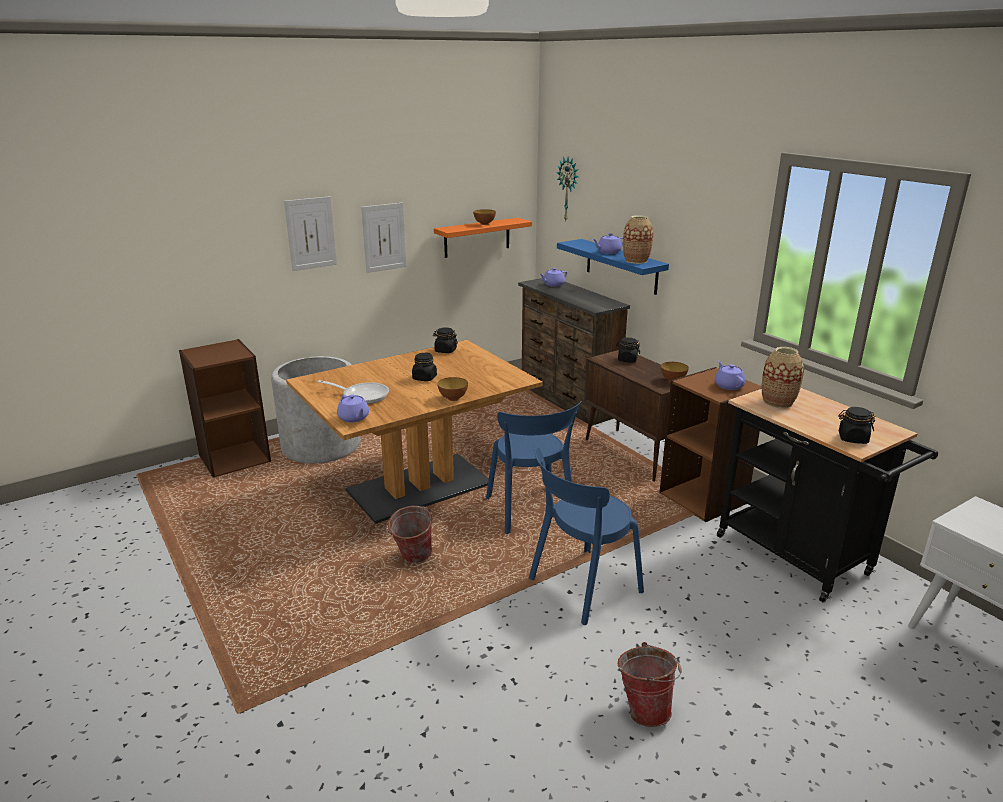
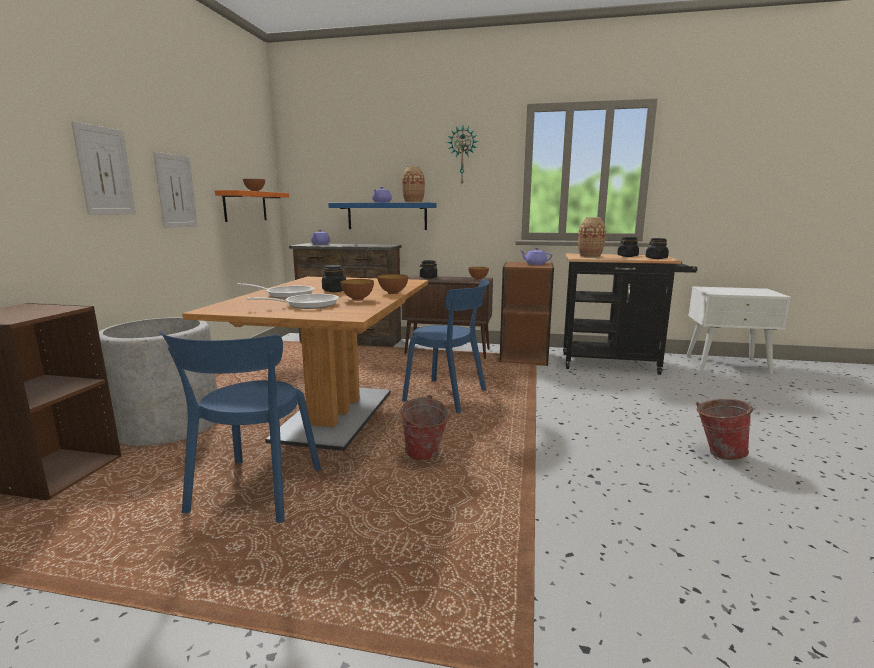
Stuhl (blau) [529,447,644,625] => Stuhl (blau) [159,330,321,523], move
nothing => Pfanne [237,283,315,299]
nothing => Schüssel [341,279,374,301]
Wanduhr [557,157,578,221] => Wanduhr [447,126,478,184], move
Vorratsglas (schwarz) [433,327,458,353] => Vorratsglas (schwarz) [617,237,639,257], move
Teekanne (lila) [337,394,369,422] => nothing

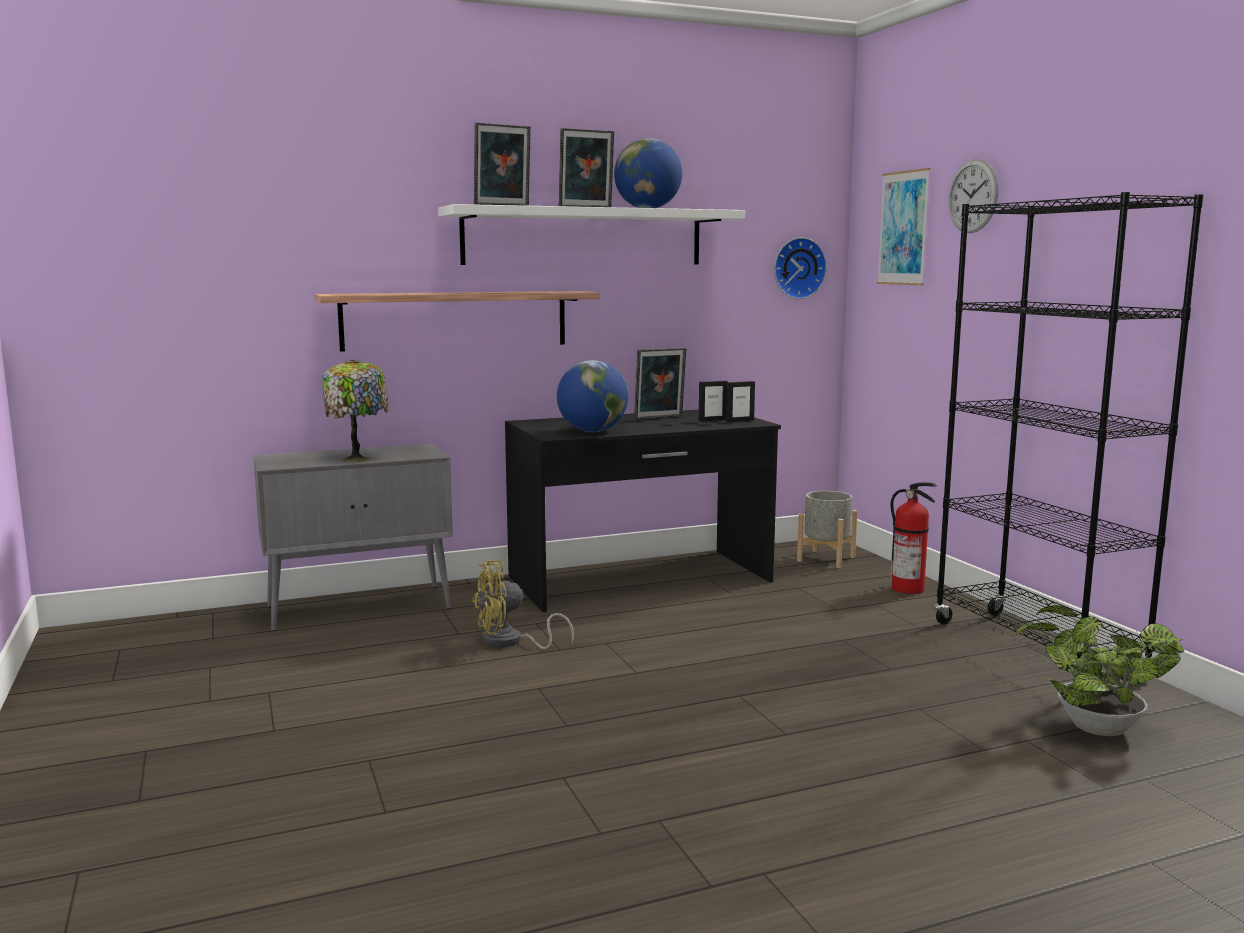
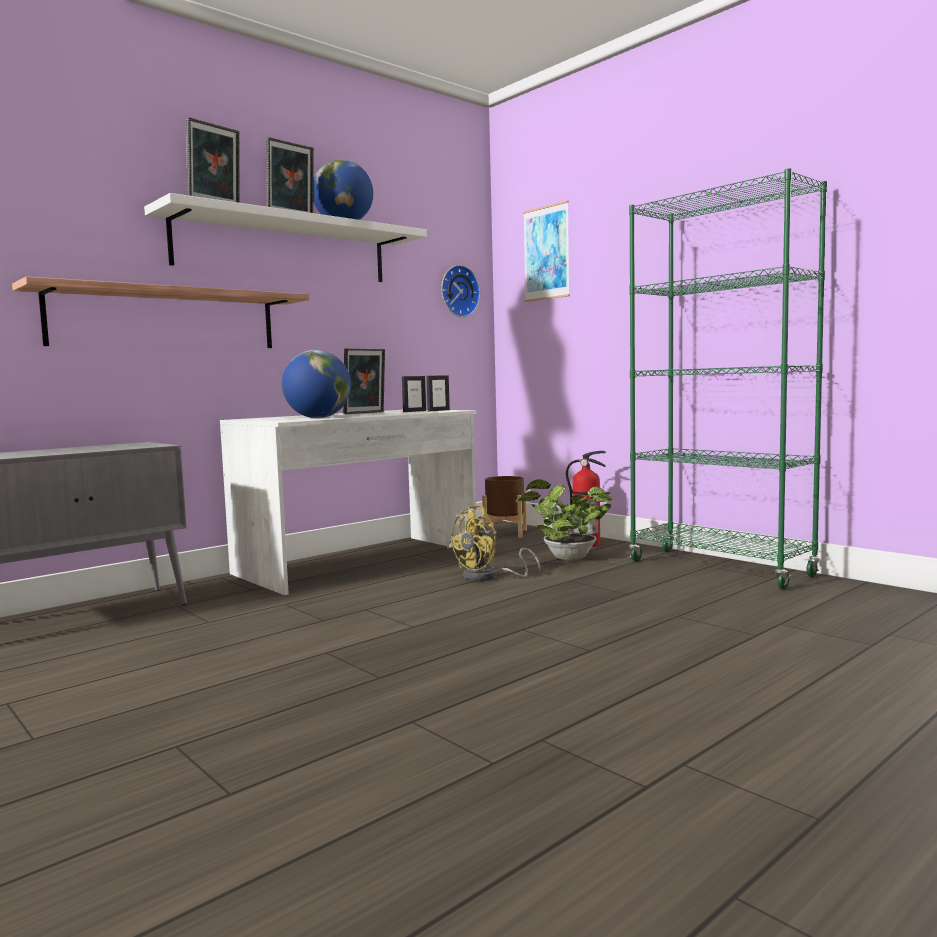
Schreibtisch (schwarz) [505,410,781,612] => Schreibtisch (weiß) [220,410,476,595]
Ventilator (gelb) [472,560,574,650] => Ventilator (gelb) [447,506,540,581], move
Pflanzkübel (grau) [797,491,857,568] => Pflanzkübel (braun) [482,476,527,538]
Topfpflanze [1016,605,1184,736] => Topfpflanze [515,479,613,561], move
Bücherregal (schwarz) [934,192,1204,668] => Bücherregal (grün) [629,168,827,589]
Tischlampe [322,360,389,462] => nothing
Wanduhr [948,159,998,233] => nothing

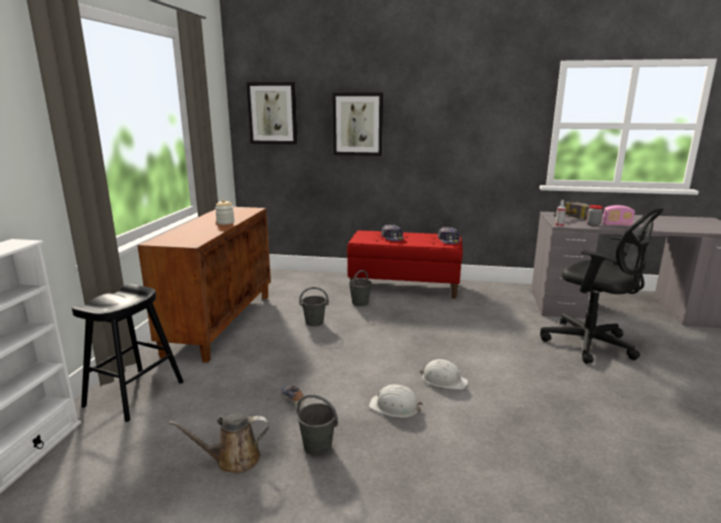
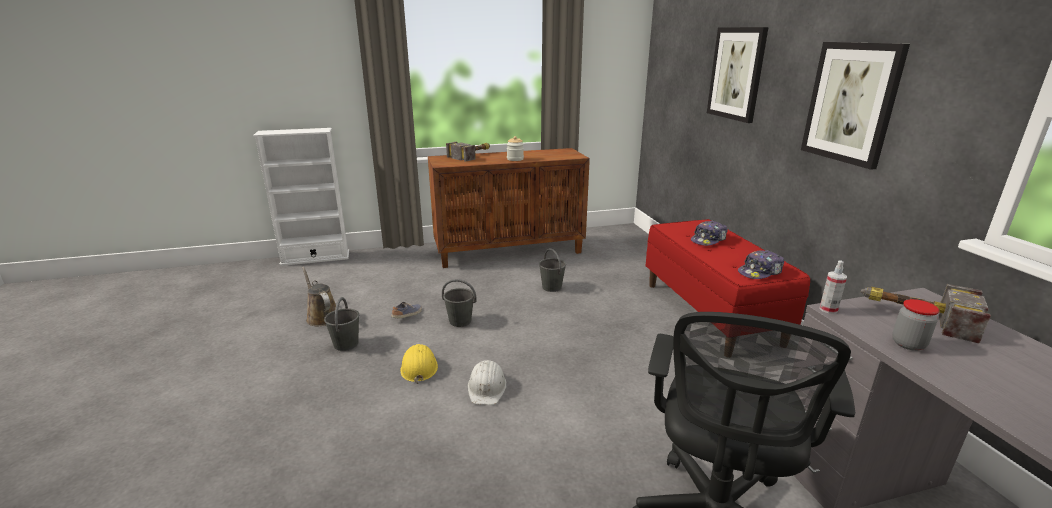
Schutzhelm (weiß) [369,384,423,418] => Schutzhelm (gelb) [400,344,438,384]
Eimer (grau) [349,270,372,306] => Eimer (grau) [442,279,477,327], move
nothing => Hammer [446,142,490,162]
Bild [246,82,297,144] => Bild [801,42,910,170], move
Hocker (schwarz) [72,284,184,422] => nothing
Radio [602,205,635,226] => nothing

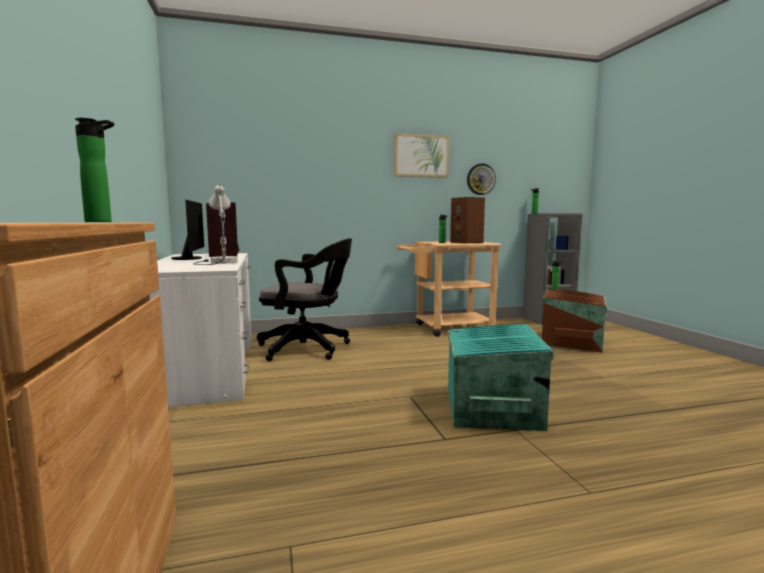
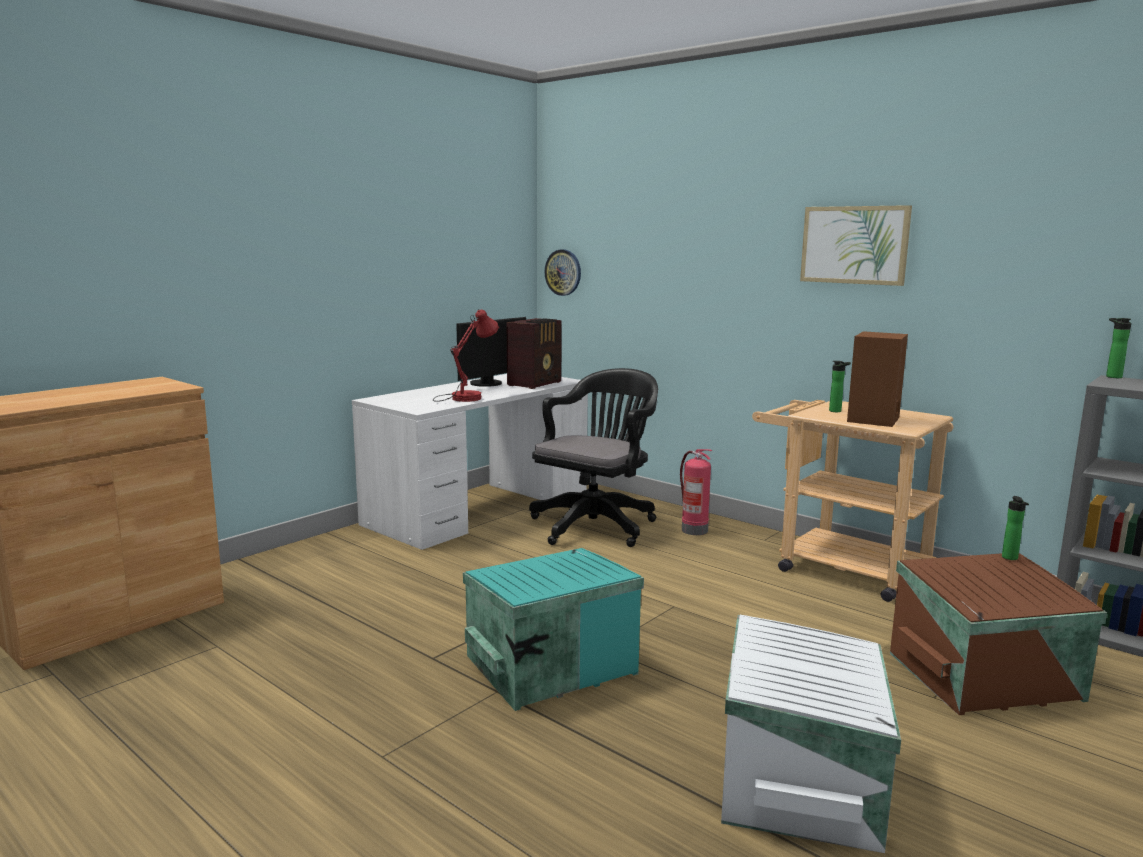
Tischlampe (weiß) [193,184,238,265] => Tischlampe (rot) [433,309,499,402]
Bürostuhl (schwarz) [257,238,352,361] => Bürostuhl (schwarz) [529,368,658,547], 120 degrees counterclockwise
Wanduhr [467,163,496,195] => Wanduhr [545,250,581,296], move
nothing => Feuerlöscher [680,449,712,535]
nothing => Aufbewahrungsbox (weiß) [721,615,901,853]
Flasche [75,118,114,222] => nothing

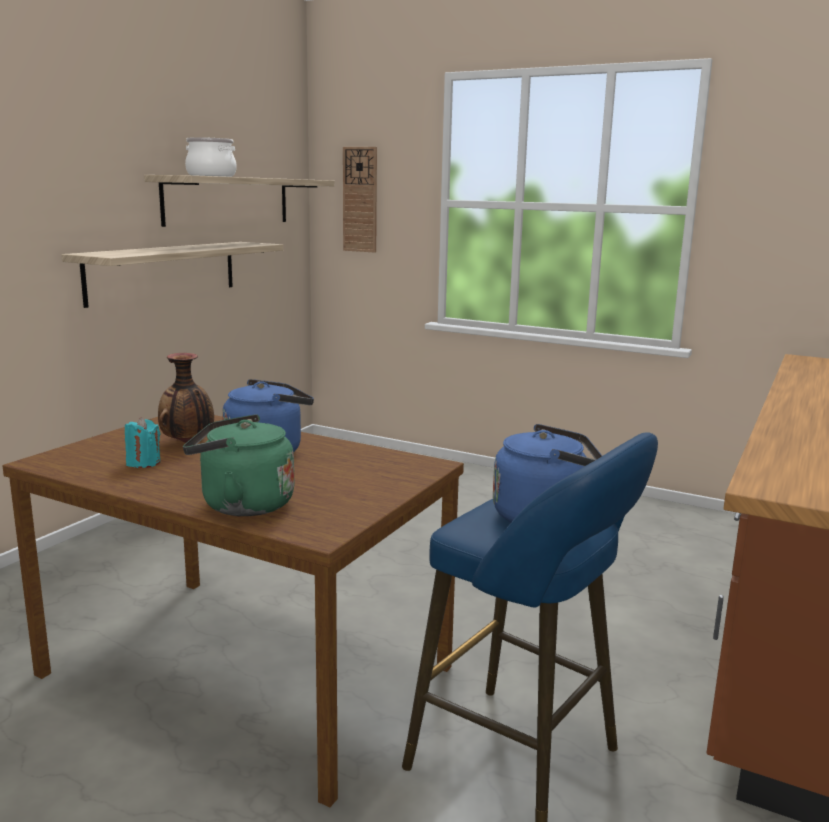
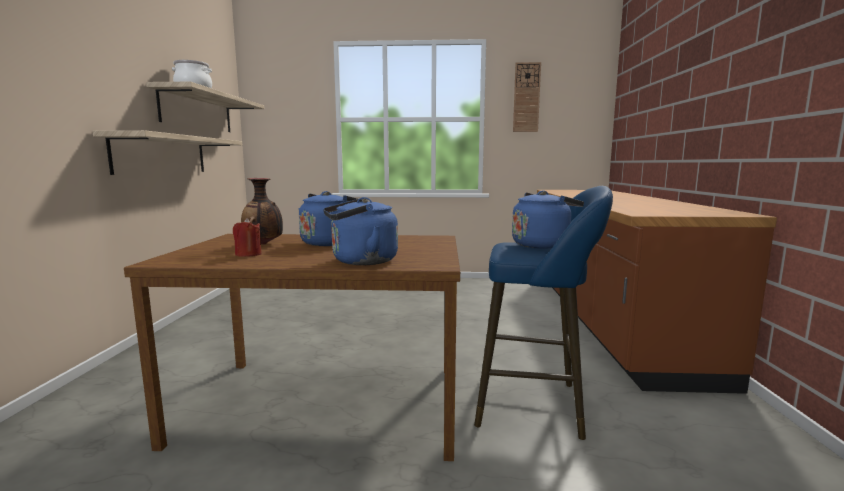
Kerze (türkis) [125,417,160,468] => Kerze (rot) [233,218,262,257]
Wasserkessel (grün) [183,414,295,516] => Wasserkessel (blau) [323,197,398,265]
Wanduhr [343,147,377,253] => Wanduhr [513,62,541,132], move

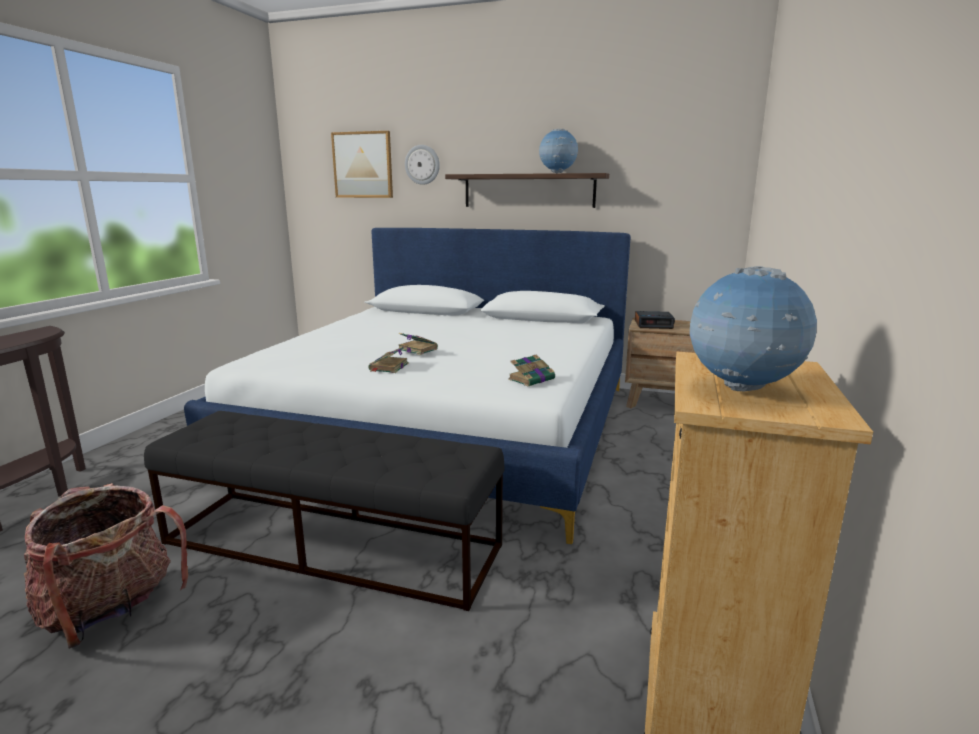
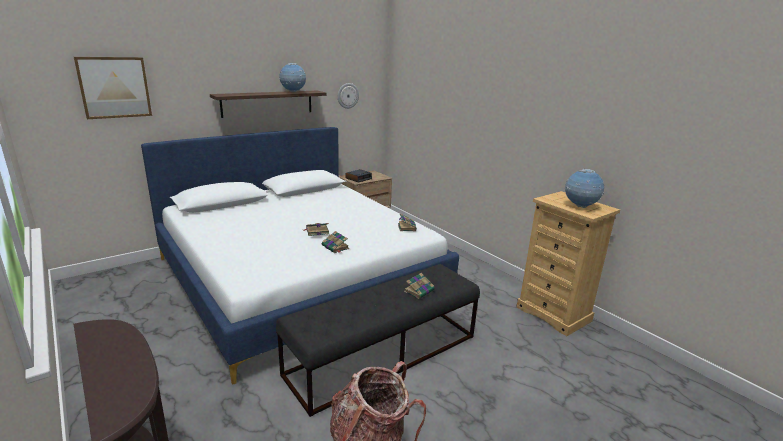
Wanduhr [405,145,440,185] => Wanduhr [338,83,359,109], move
nothing => Buch [404,273,435,299]

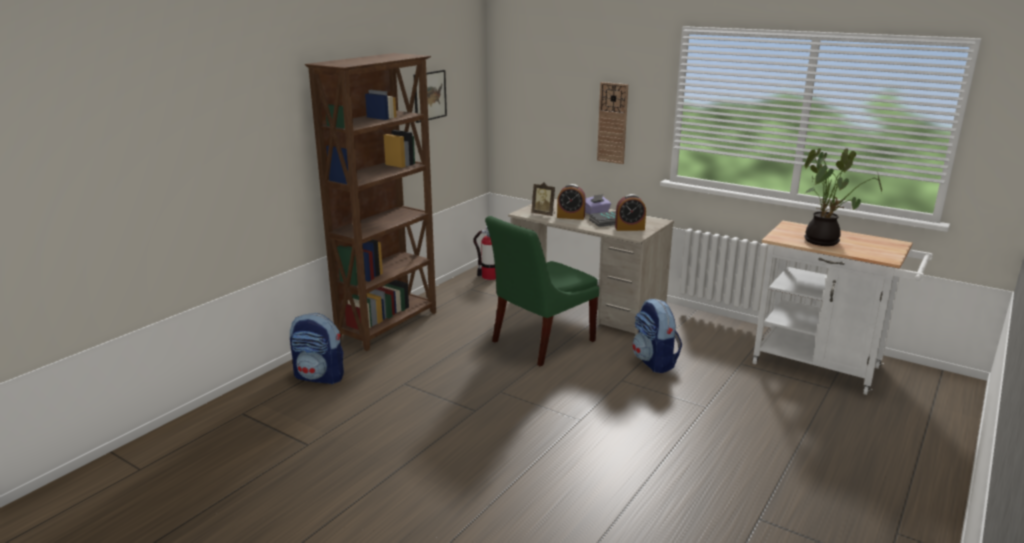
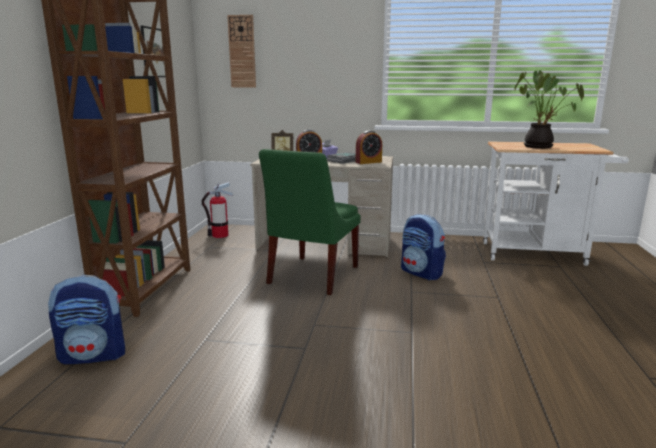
Wanduhr [597,82,628,164] => Wanduhr [227,15,256,87], move

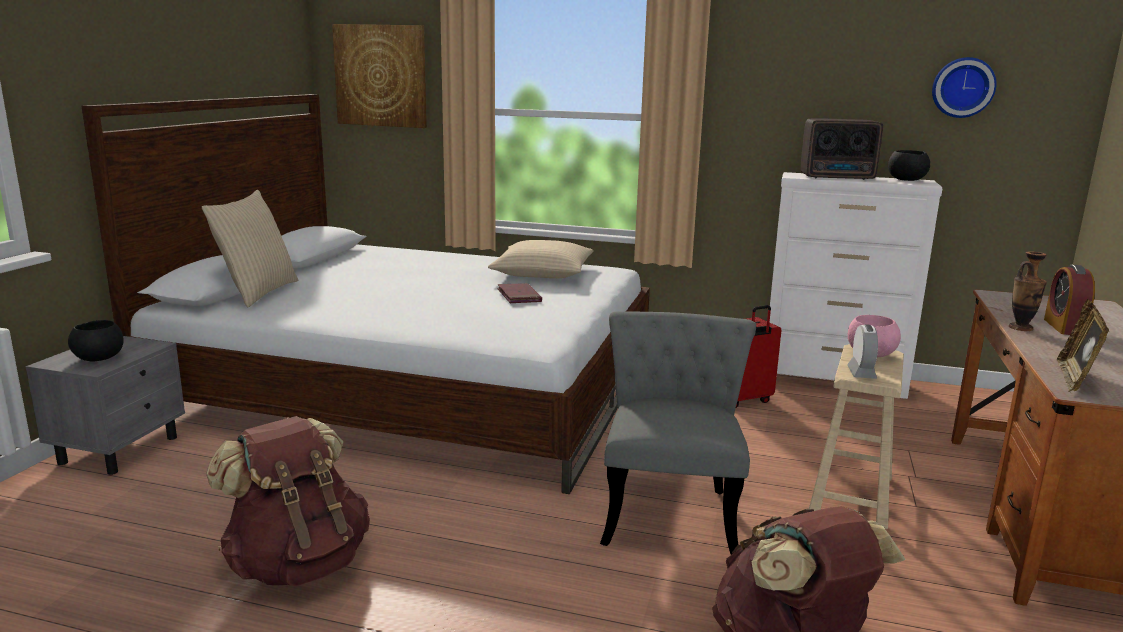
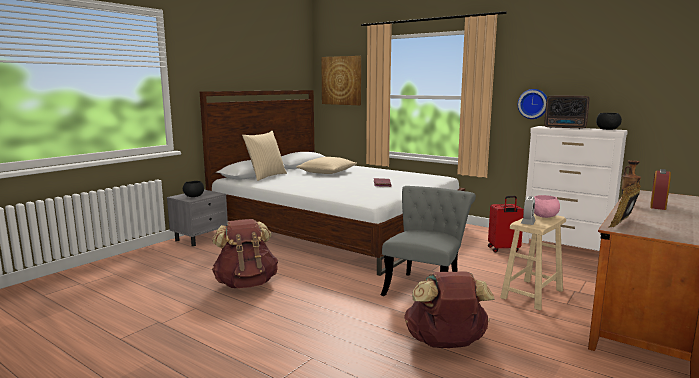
Kissen (beige) [488,240,593,278] => Kissen (beige) [297,157,357,174], move
Wanduhr [932,57,997,118] => Wanduhr [518,89,547,119], move

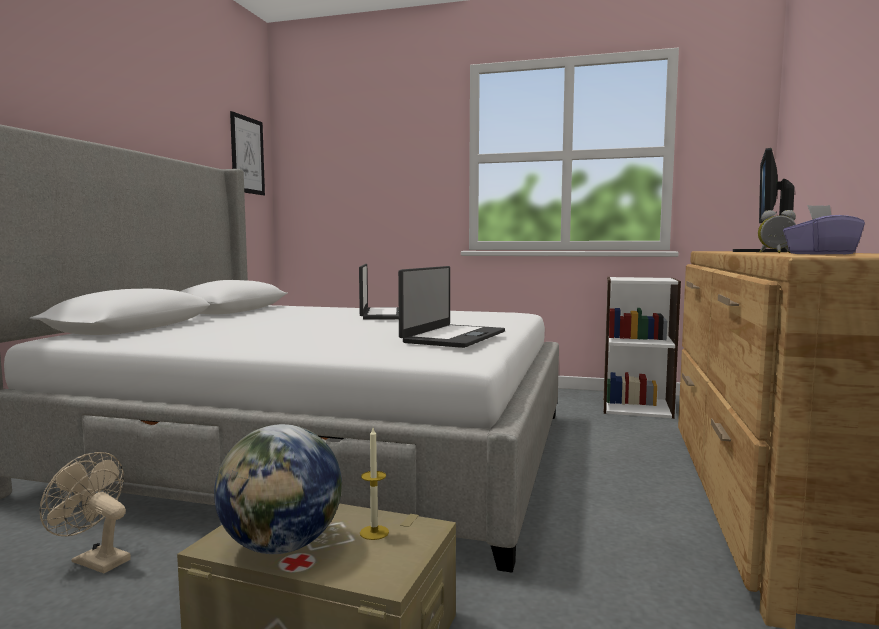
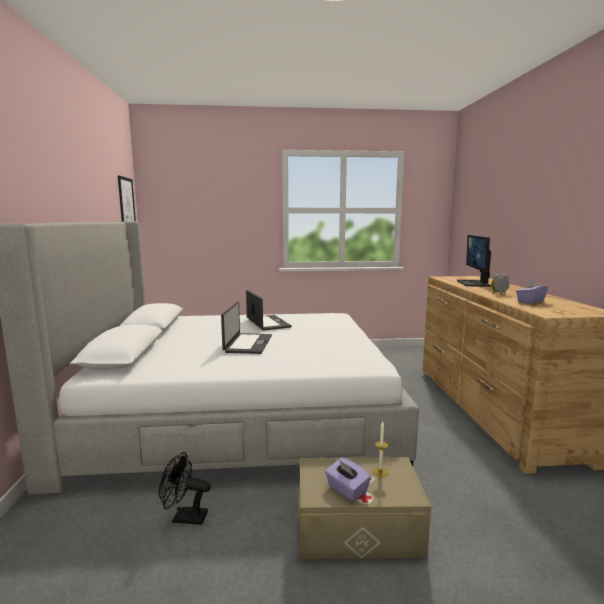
Ventilator (beige) [39,452,131,574] => Ventilator (schwarz) [159,452,211,525]
Laptop [398,266,505,348] => Laptop [221,302,272,354], move
Globus [214,424,342,554] => Taschentuchbox (lila) [325,458,371,502]
Bücherregal (weiß) [603,277,681,419] => nothing

